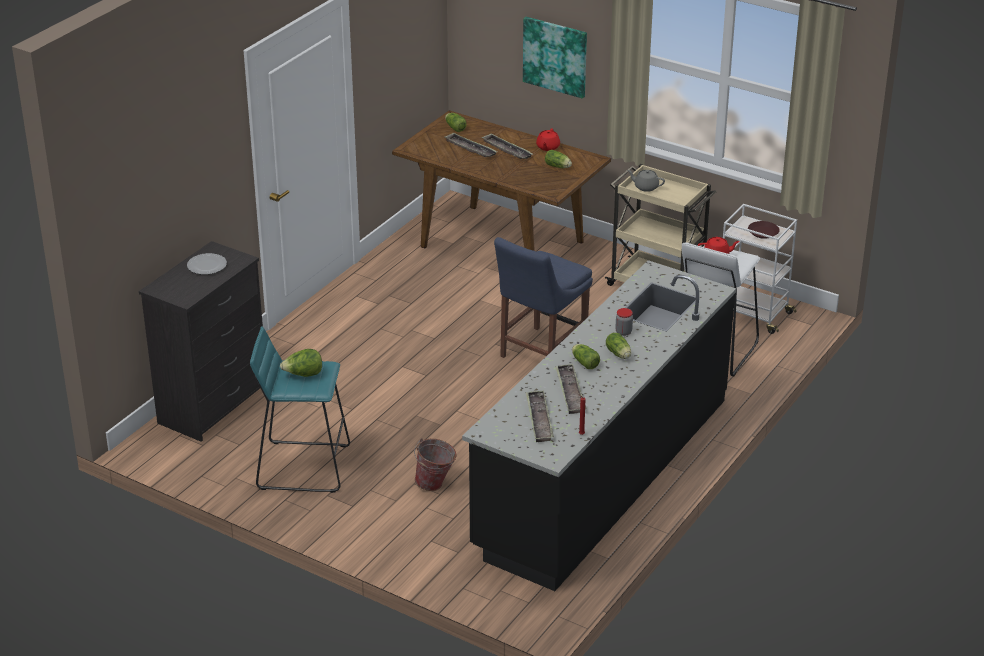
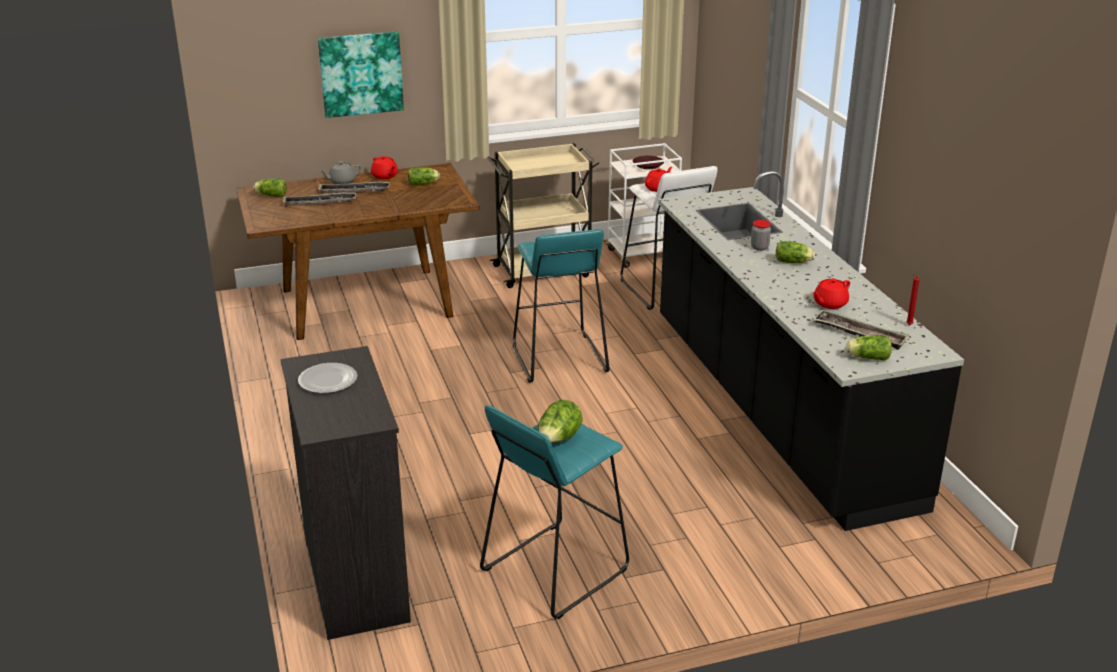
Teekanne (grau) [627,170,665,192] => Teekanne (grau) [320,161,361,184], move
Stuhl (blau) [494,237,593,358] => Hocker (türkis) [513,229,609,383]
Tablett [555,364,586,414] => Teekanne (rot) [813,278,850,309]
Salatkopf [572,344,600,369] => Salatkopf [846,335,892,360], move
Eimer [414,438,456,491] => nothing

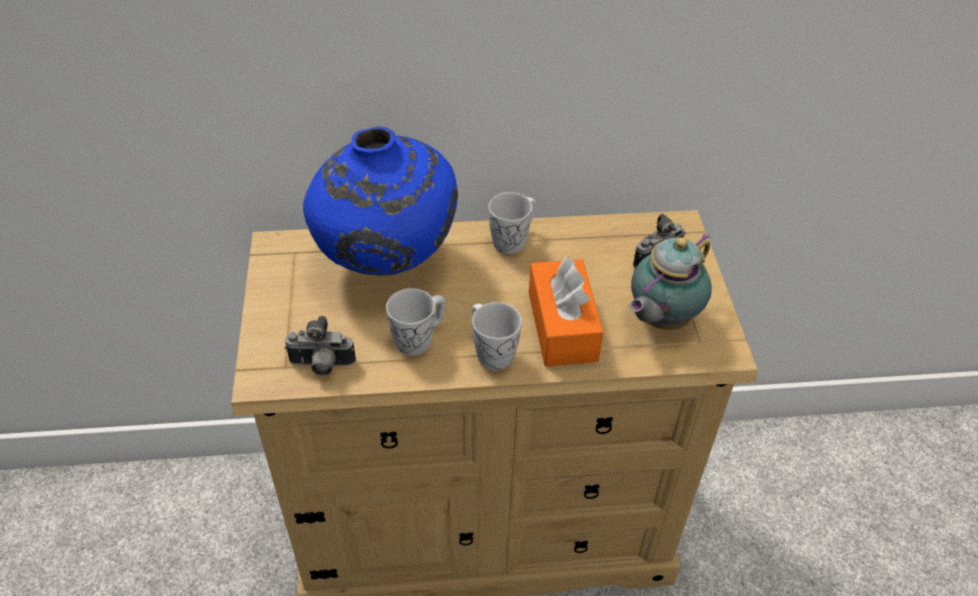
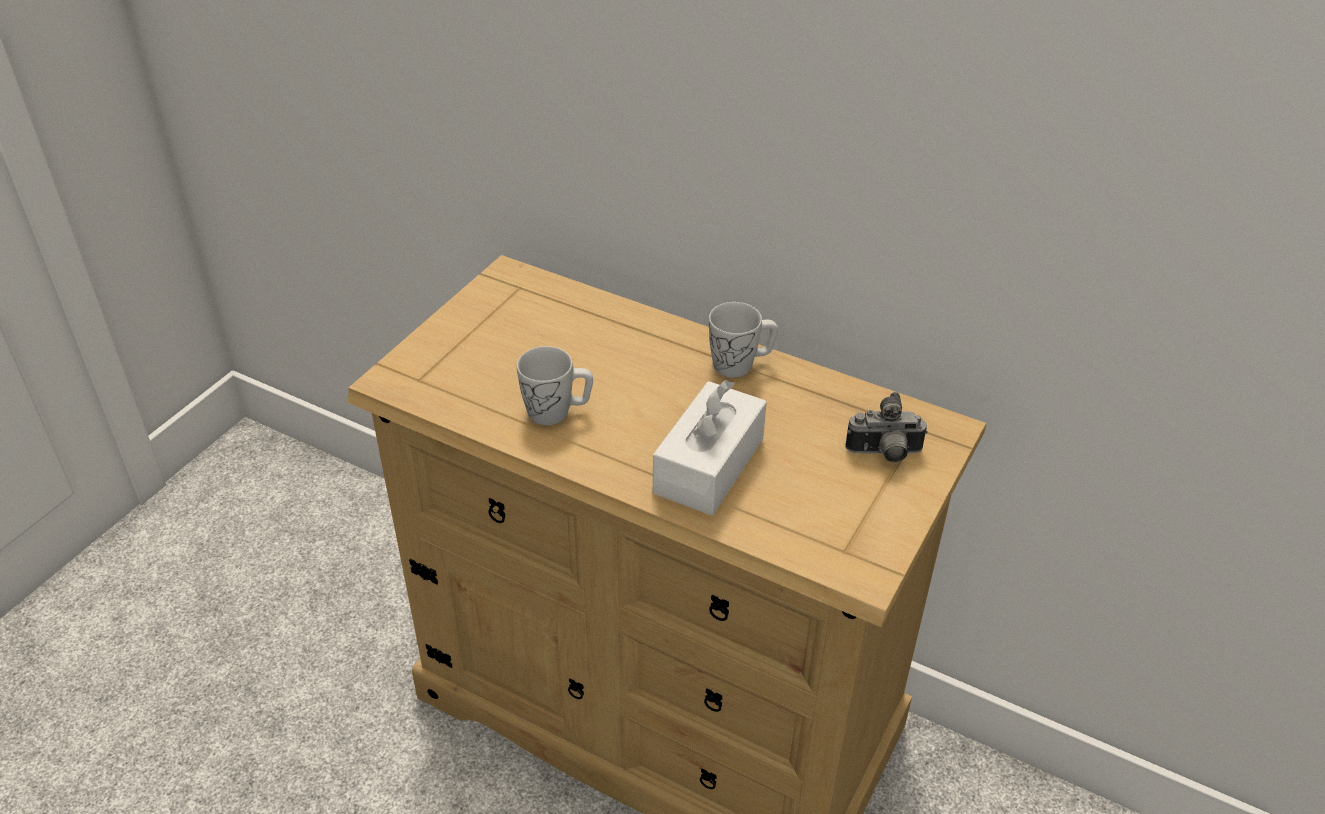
Taschentuchbox (orange) [529,256,604,366] => Taschentuchbox (weiß) [653,380,767,515]
Kamera [284,316,356,375] => nothing
Vase (blau) [303,126,458,276] => nothing
Henkelbecher (weiß) [472,302,522,371] => nothing
Teekanne [630,233,712,330] => nothing

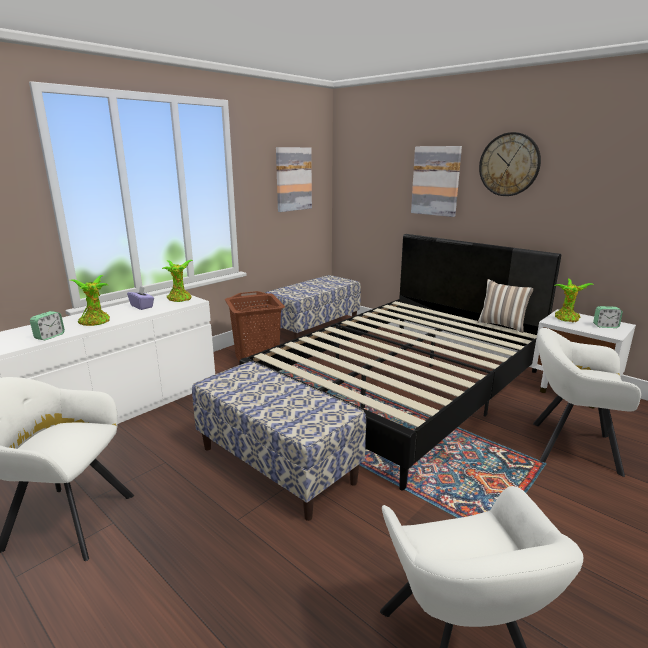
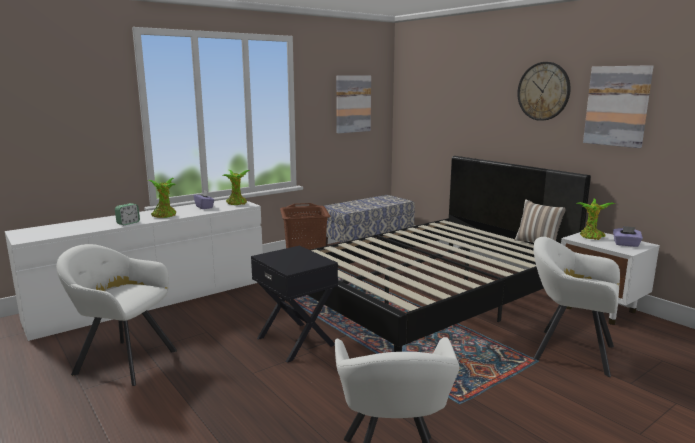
Bank [192,361,366,521] => Nachttisch (schwarz) [251,246,338,363]
Bild [411,146,462,217] => Bild [583,65,653,148], move
Wecker [593,306,623,328] => Taschentuchbox (lila) [613,226,643,247]

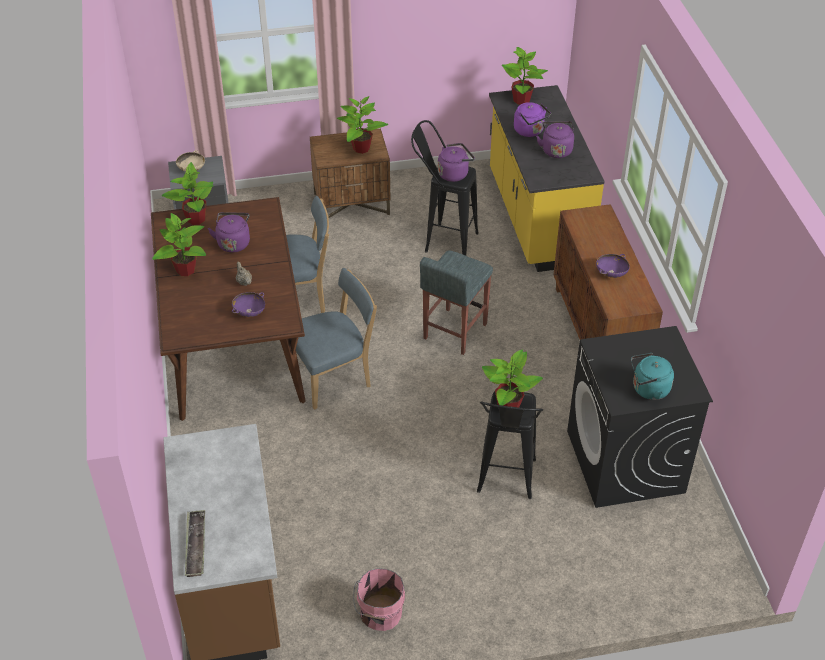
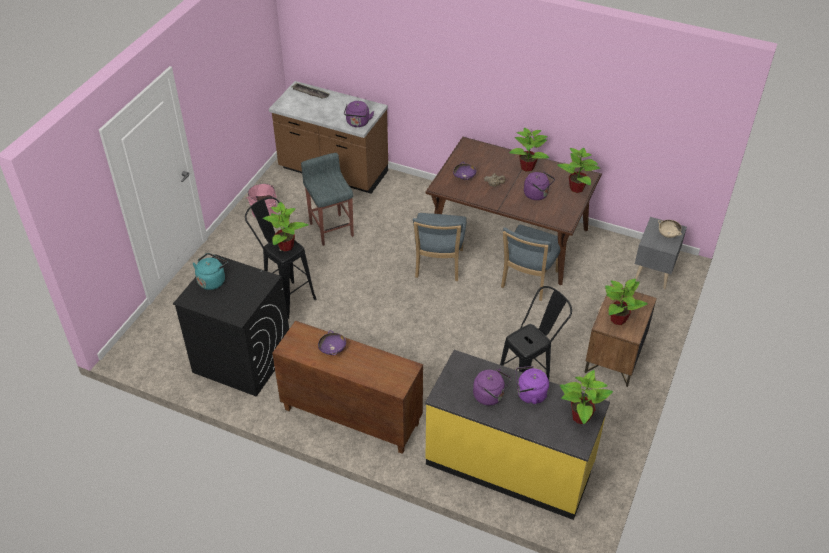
Hocker (grau) [420,250,493,355] => Hocker (grau) [301,153,354,246], move
Wasserkessel (lila) [438,143,475,182] => Wasserkessel (lila) [344,101,374,127], move

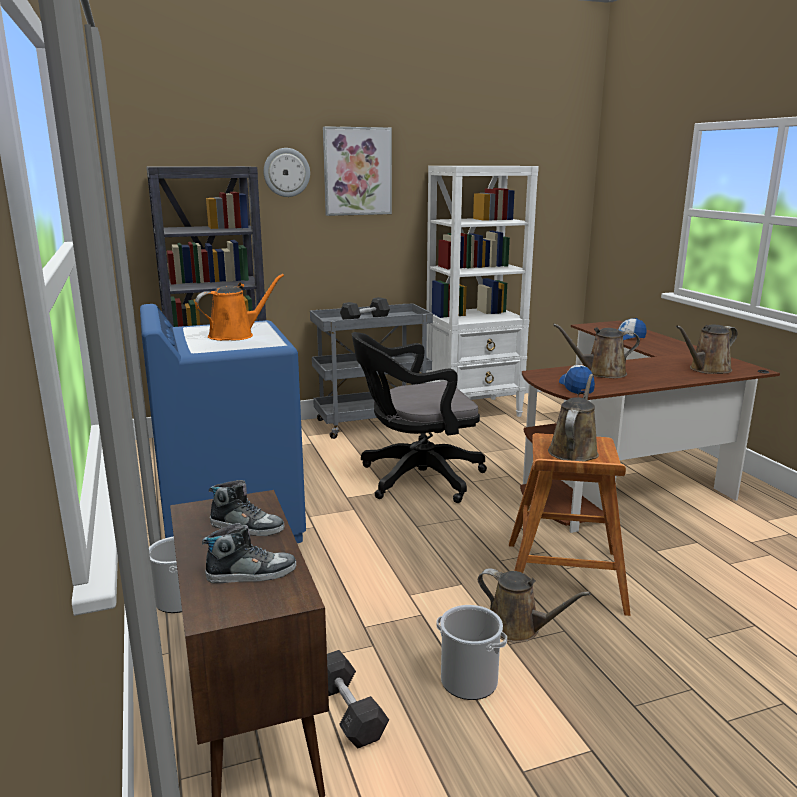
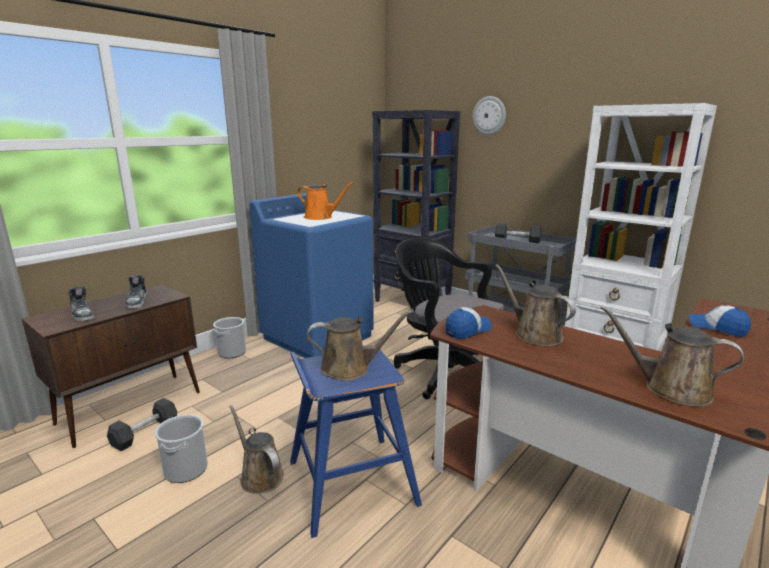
Gießkanne (braun) [478,568,591,643] => Gießkanne (braun) [230,405,284,494], 135 degrees clockwise
Hocker (braun) [509,433,631,616] => Hocker (blau) [290,349,422,538]
Bild [323,126,392,216] => nothing

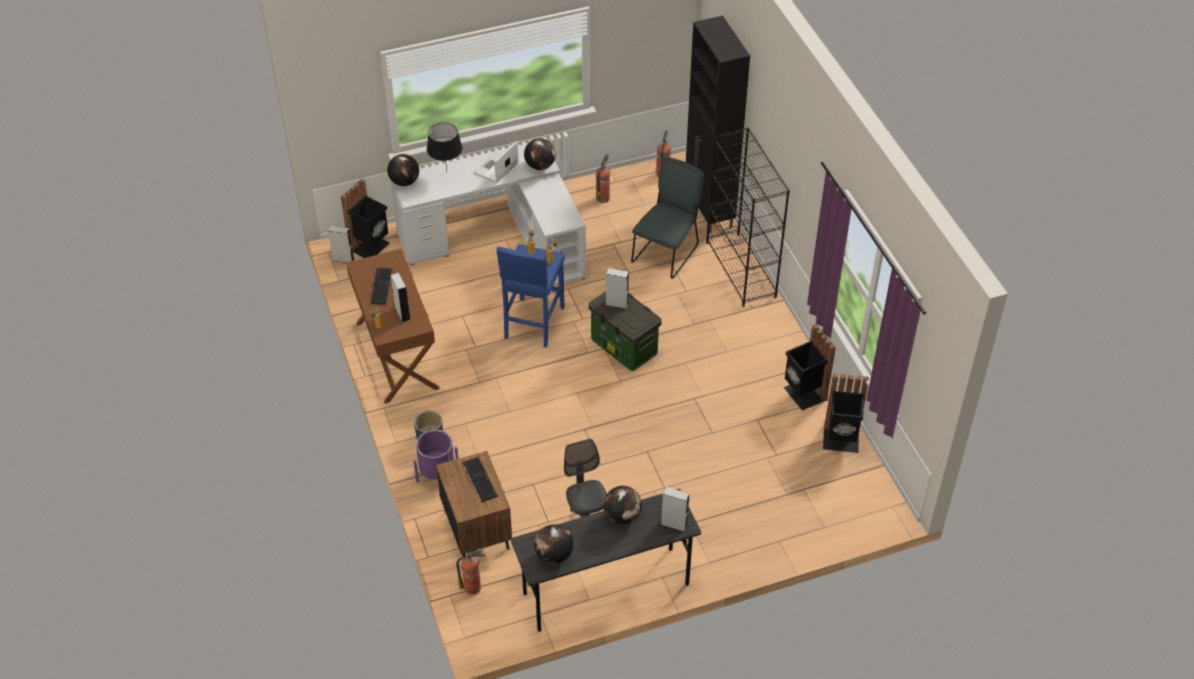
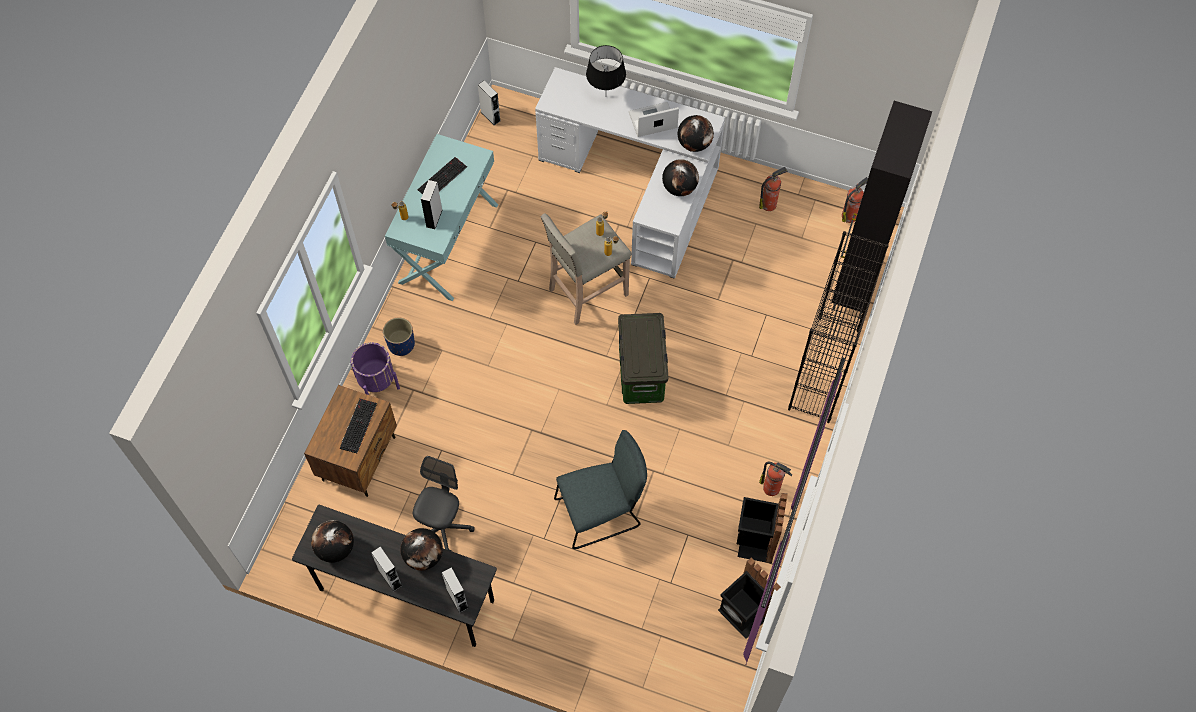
Lautsprecher (grau) [605,268,629,309] => Lautsprecher (grau) [371,547,403,592], move
Konsolentisch (braun) [346,249,440,404] => Konsolentisch (türkis) [385,134,498,301]
Hocker (blau) [496,244,565,348] => Hocker (beige) [540,213,631,325]
Stuhl (grau) [631,157,704,279] => Stuhl (grau) [554,430,647,549], move
Globus [387,154,419,186] => Globus [662,159,699,196], move
Feuerlöscher [456,550,485,595] => Feuerlöscher [759,462,792,496], move
Mülleimer (schwarz) [341,179,390,258] => nothing

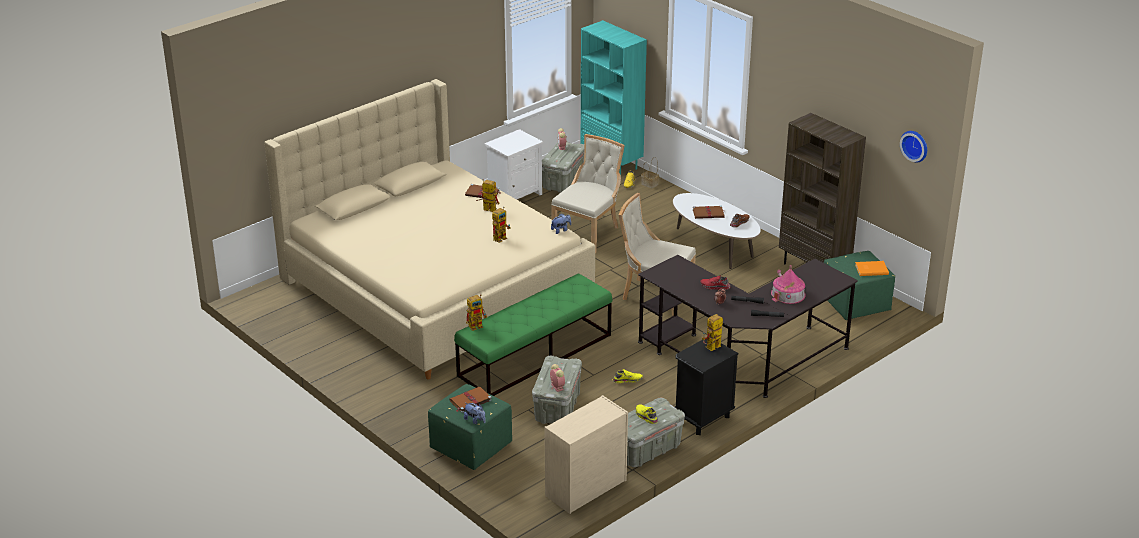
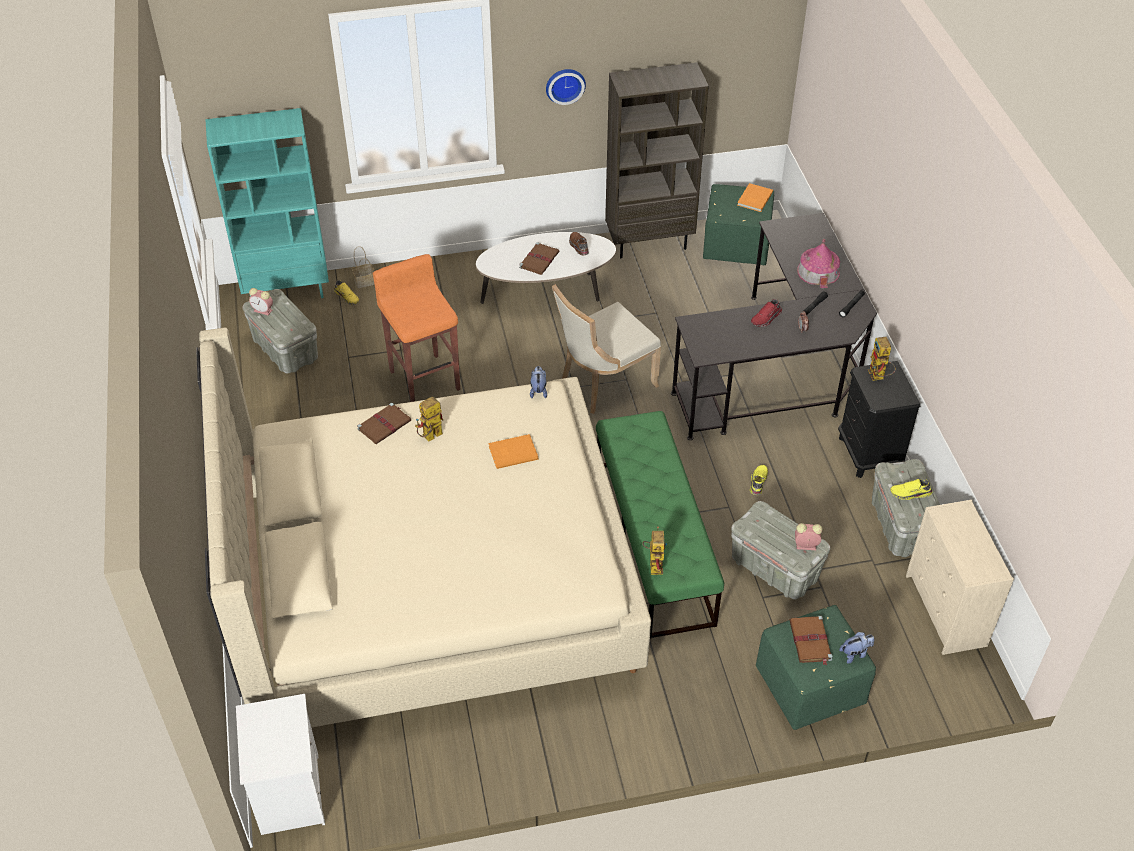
Nachttisch (weiß) [484,129,543,200] => Nachttisch (weiß) [236,694,325,835], move
Stuhl (beige) [551,134,625,253] => Hocker (orange) [373,254,460,402]
Spielzeugroboter [492,207,511,243] => Buch (orange) [488,434,538,469]
Wanduhr [900,131,927,163] => Wanduhr [546,69,586,105], move

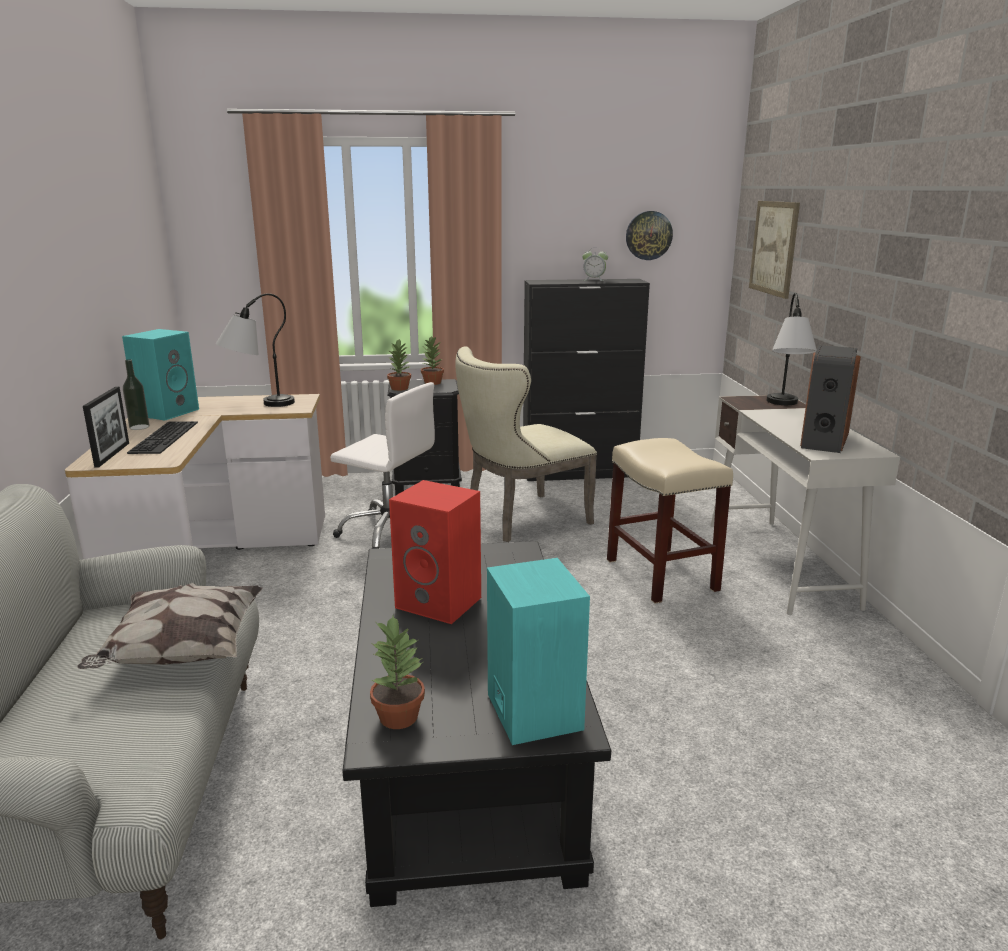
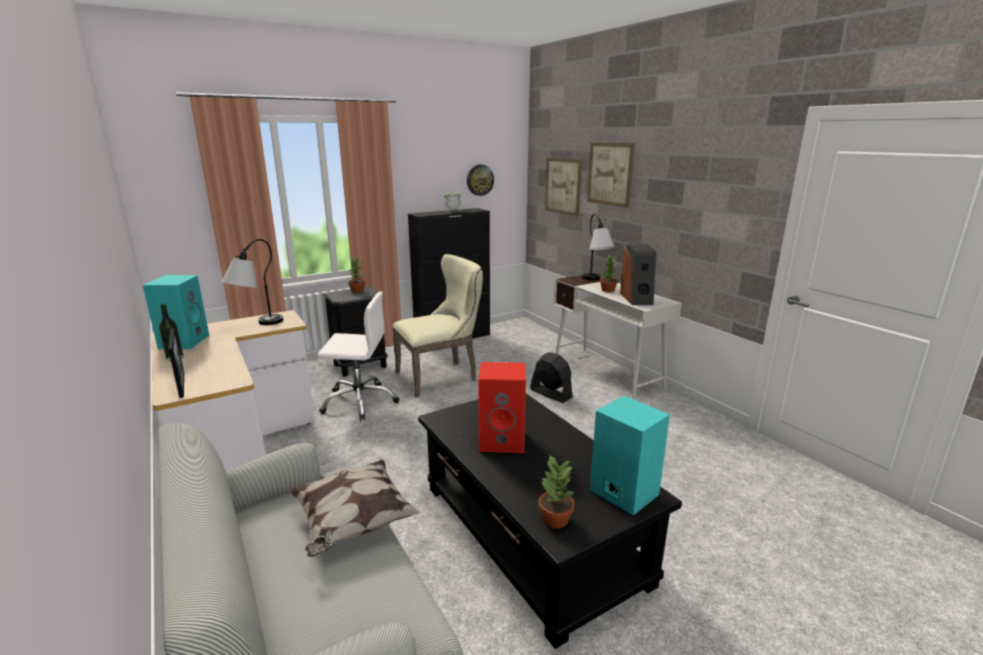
Stuhl (beige) [456,346,597,542] => Stuhl (beige) [392,254,483,397], 150 degrees counterclockwise
Hocker (beige) [607,438,733,604] => Ventilator (schwarz) [530,352,573,403]
nothing => Bild [587,142,635,208]
Topfpflanze [387,339,411,391] => Topfpflanze [600,255,618,292], move
Tastatur [127,421,198,454] => nothing

